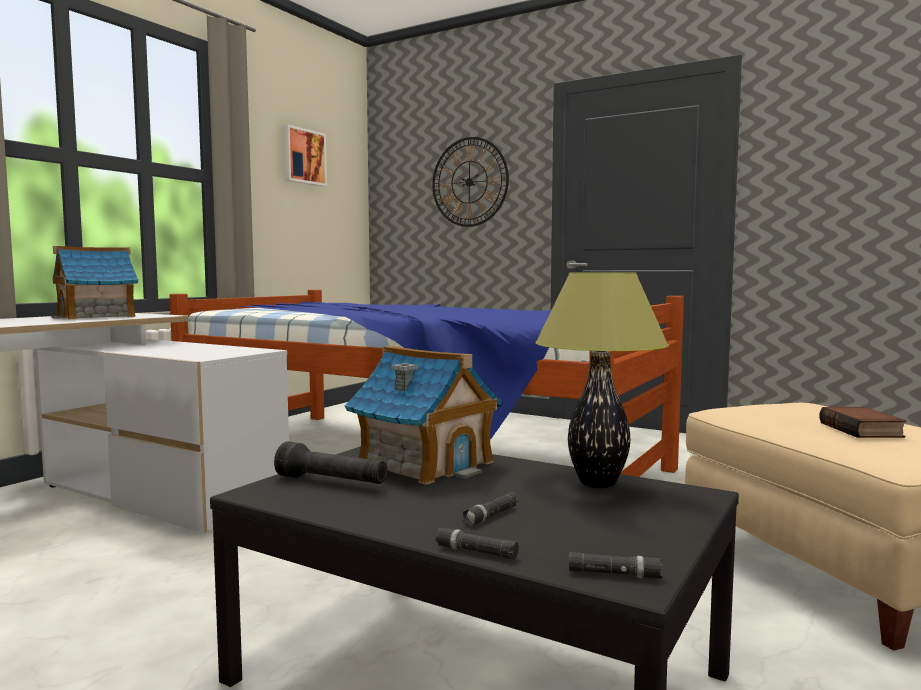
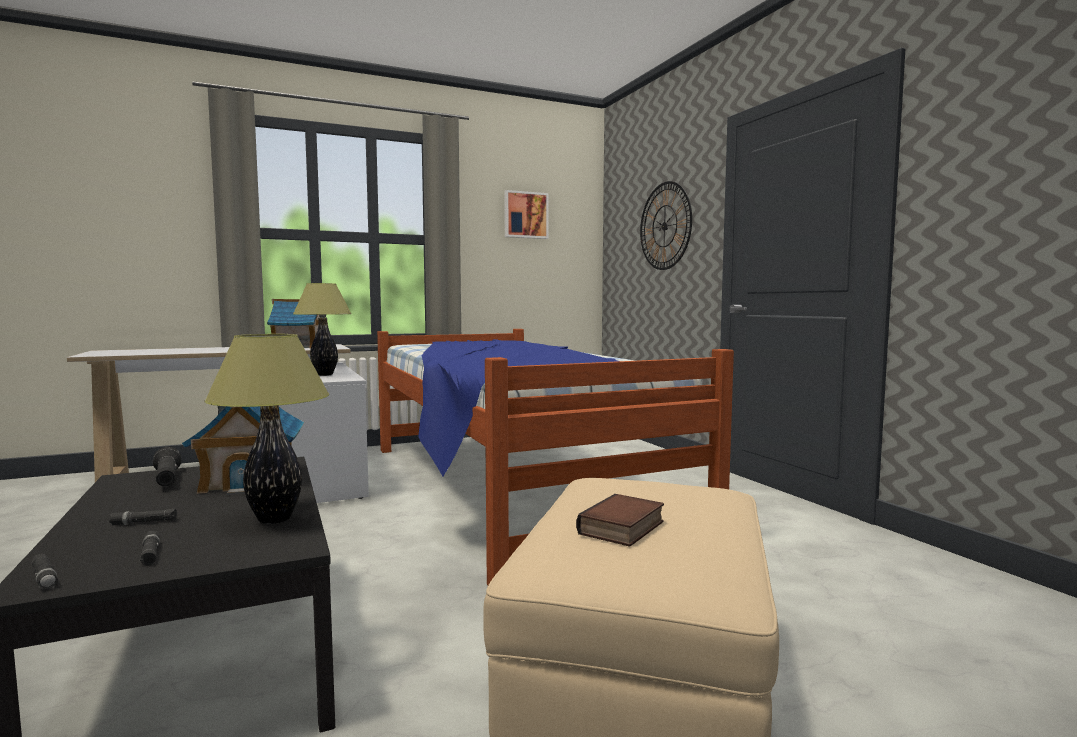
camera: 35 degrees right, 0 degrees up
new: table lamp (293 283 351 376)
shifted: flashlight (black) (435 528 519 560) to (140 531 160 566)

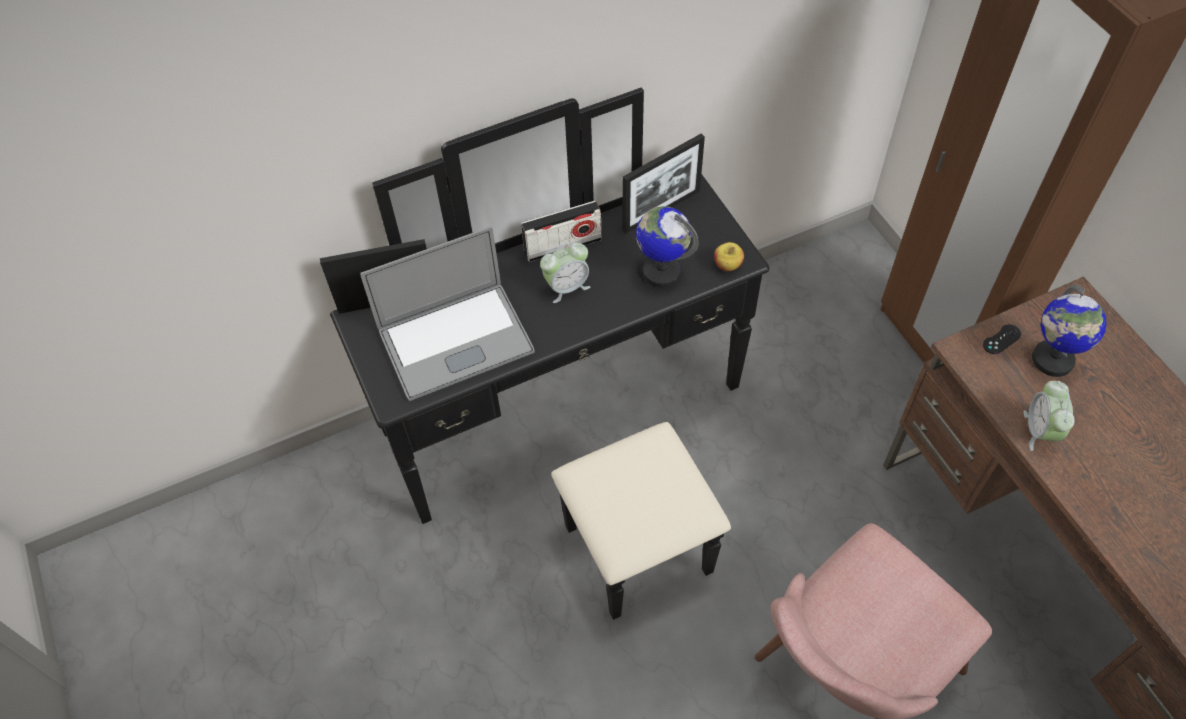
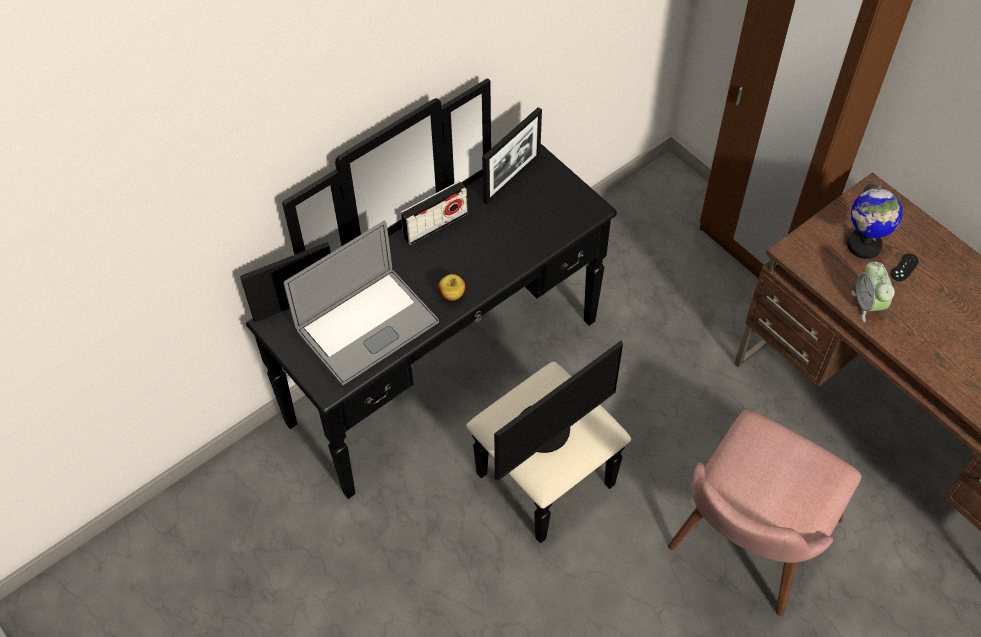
camera: 15 degrees left, 0 degrees up
gone: alarm clock (540 242 590 303); globe (636 206 699 287)
new: monitor (494 340 623 480)
shifted: apple (714 242 744 271) to (438 274 465 301); game controller (black) (983 324 1021 354) to (891 253 919 281)

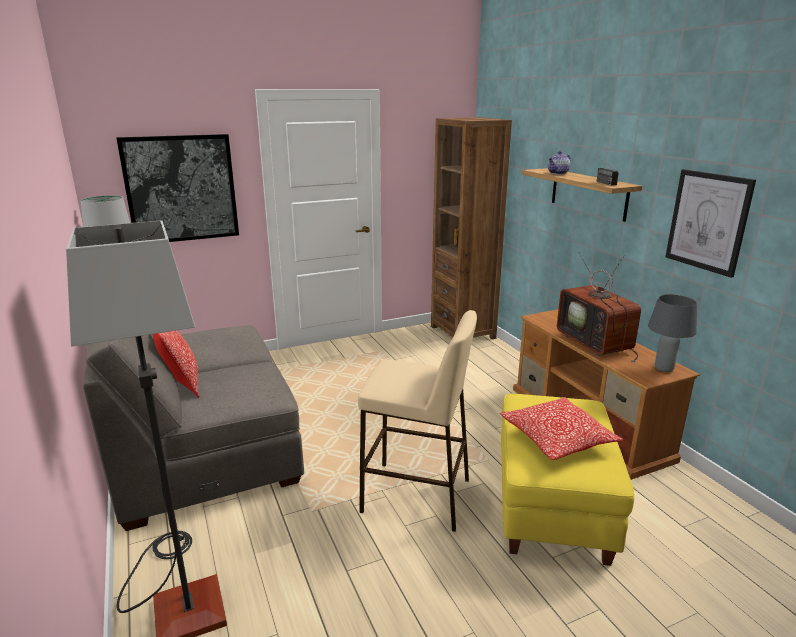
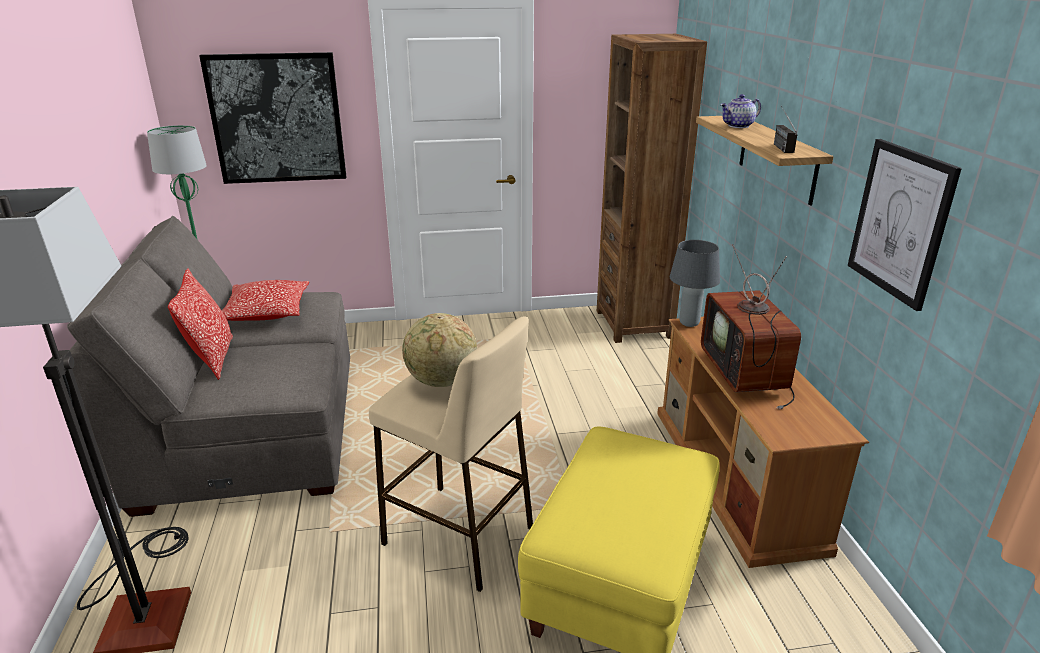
camera: 15 degrees right, 5 degrees up
new: globe (402 313 477 387)
shifted: pillow (500 397 623 460) to (222 280 309 321); table lamp (grey) (648 294 697 372) to (670 240 720 327)

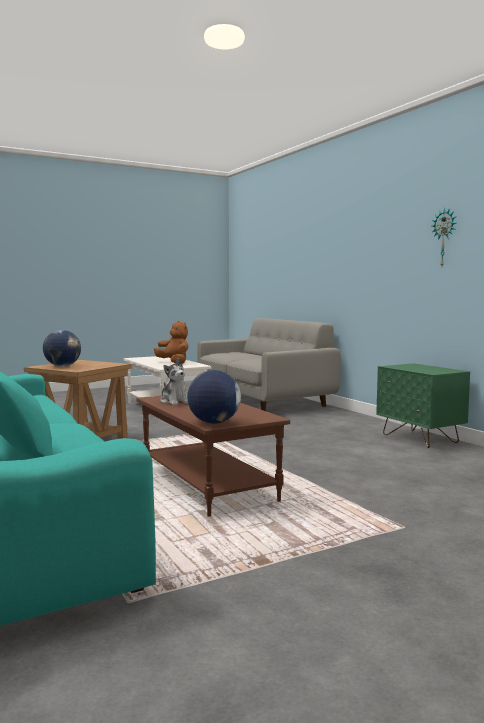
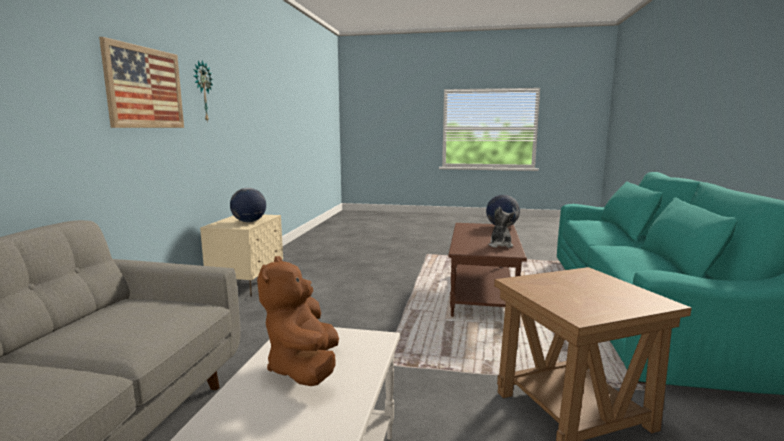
camera: 140 degrees left, 5 degrees up
new: picture (99 37 184 128)
shifted: globe (43 330 81 367) to (230 188 266 222)
repainted: nightstand (green) (376 363 470 448) to nightstand (beige) (200 215 283 297)

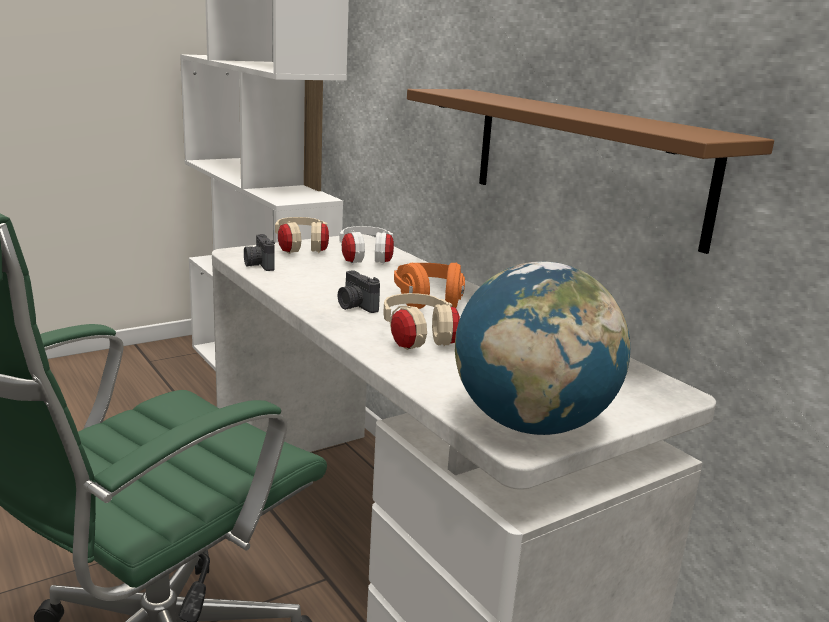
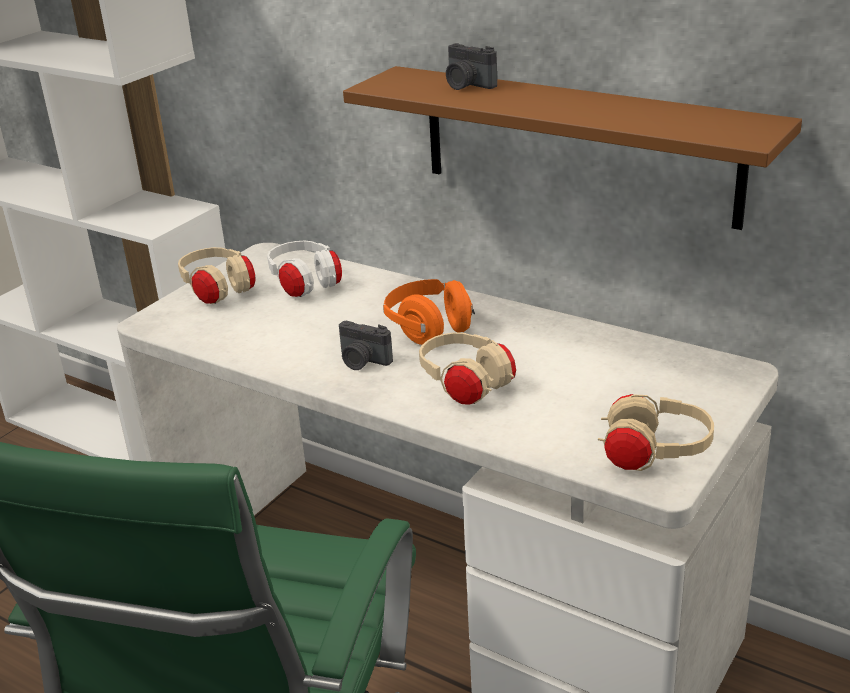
camera: 20 degrees left, 10 degrees up
shifted: photo camera (244 234 275 271) to (446 43 497 90)
swapped: globe (455 261 630 435) to headphones (beige) (598 394 714 471)

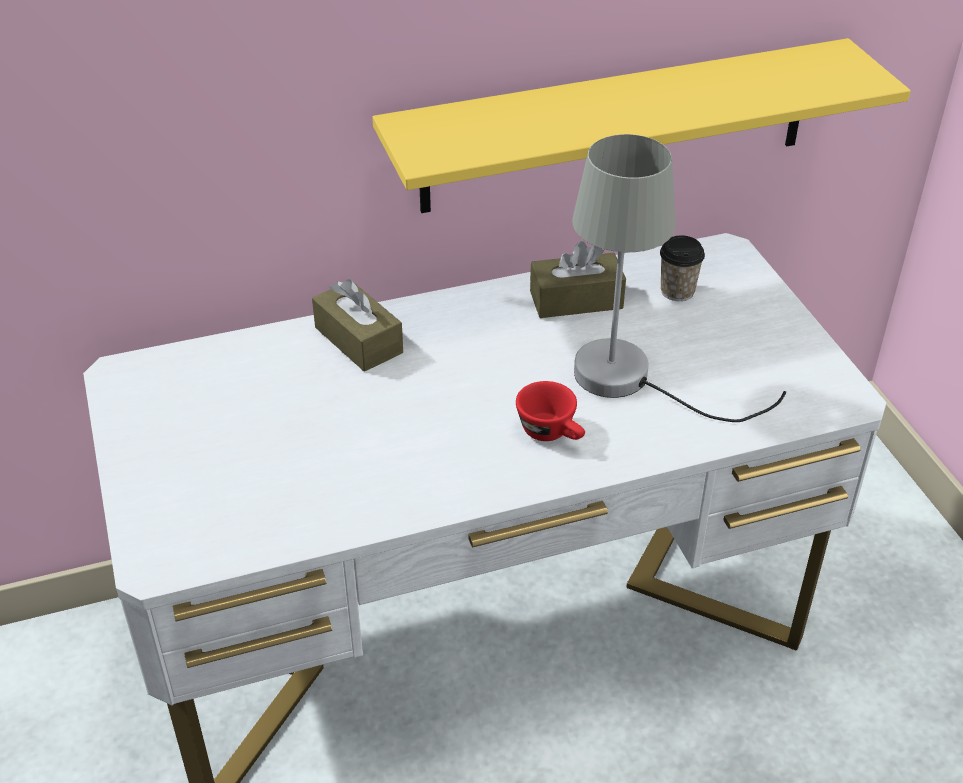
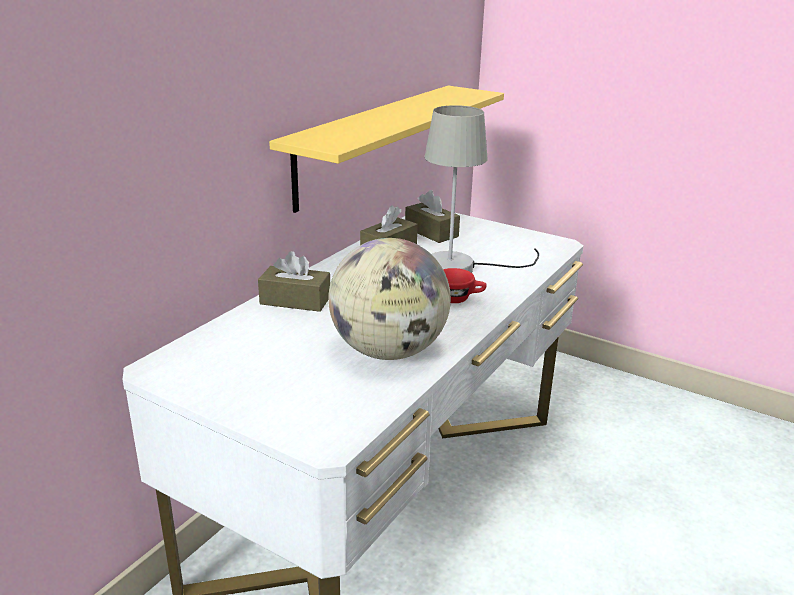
camera: 40 degrees left, 15 degrees down
new: globe (328 238 451 360)
swapped: cup (660 235 705 301) to tissue box (brown) (405 190 460 243)

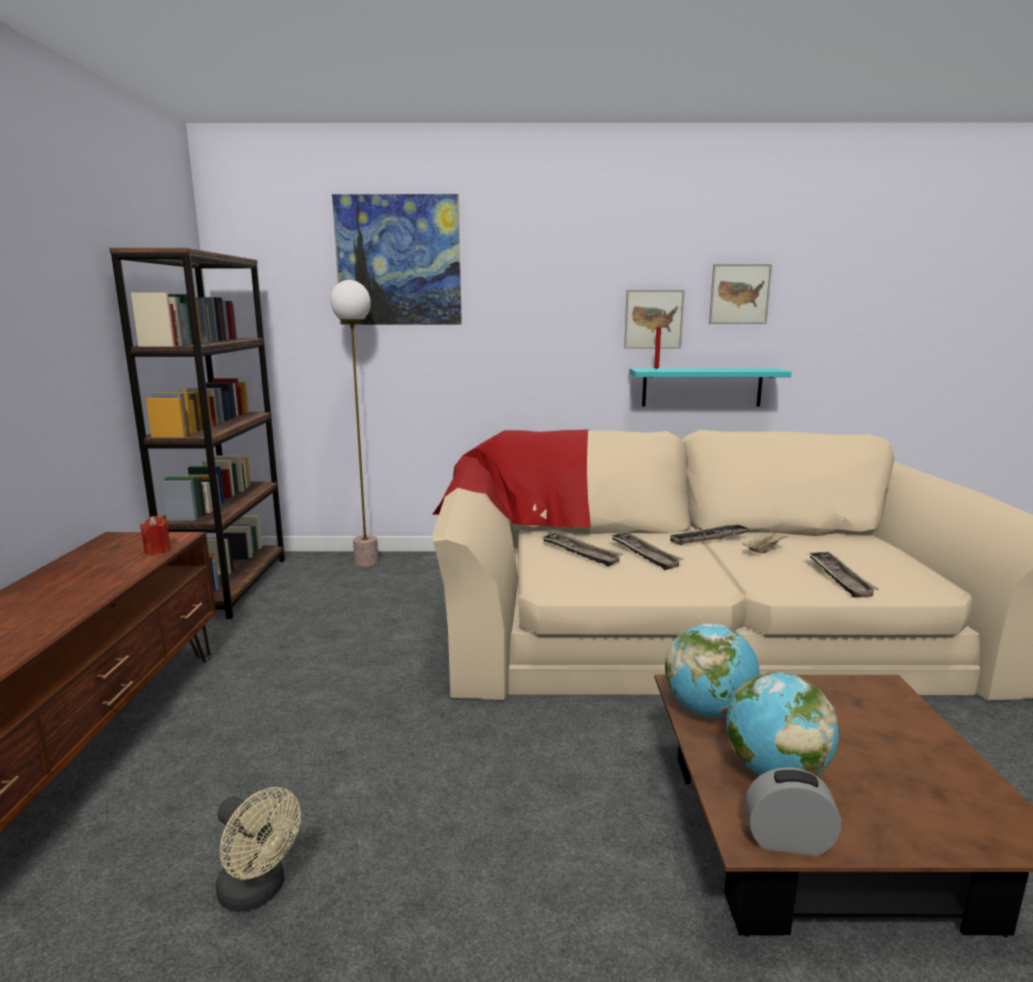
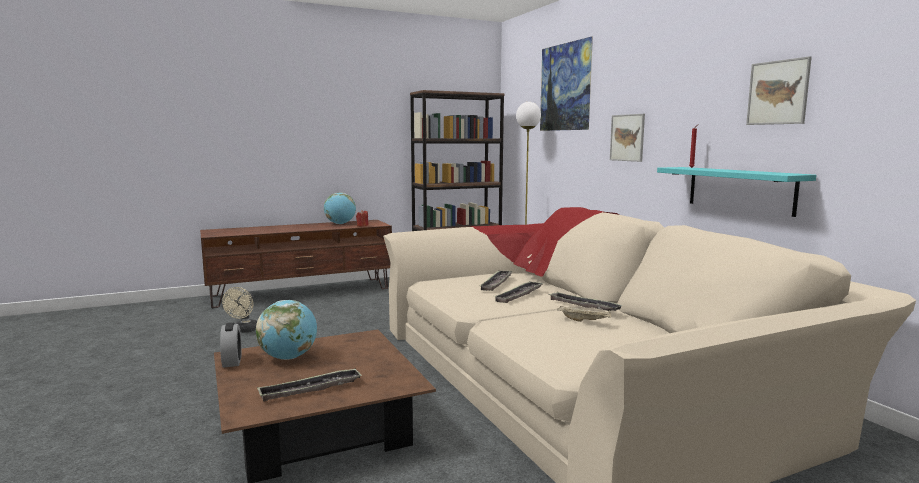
camera: 65 degrees right, 5 degrees down
shifted: picture (624 290 685 349) to (610 114 645 162); globe (665 623 760 717) to (324 192 356 224); tray (806 551 879 598) to (257 368 362 401)

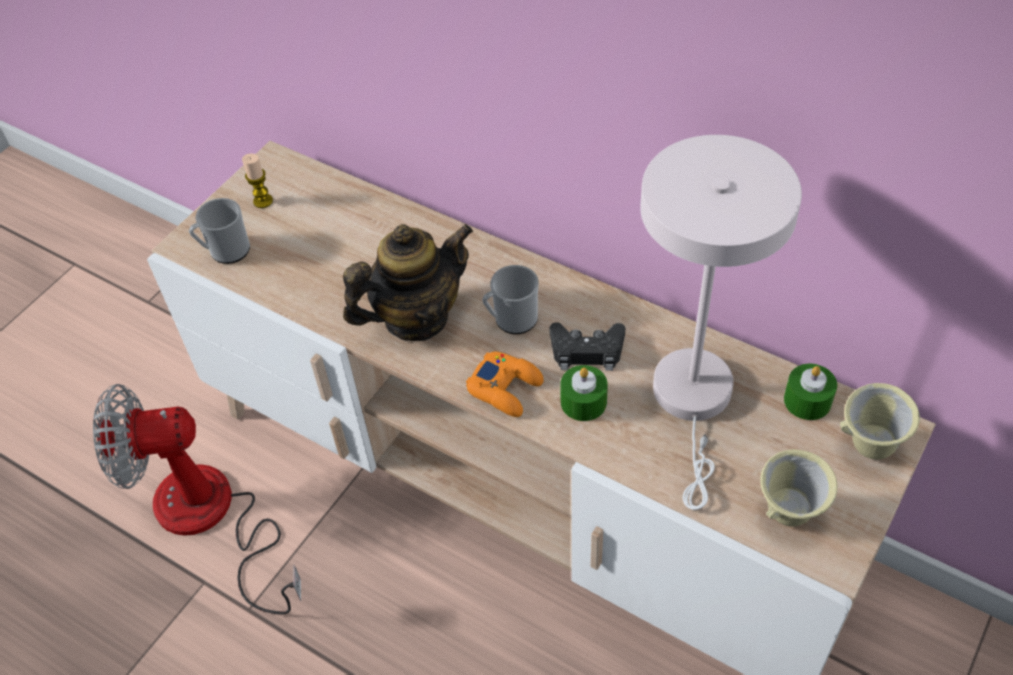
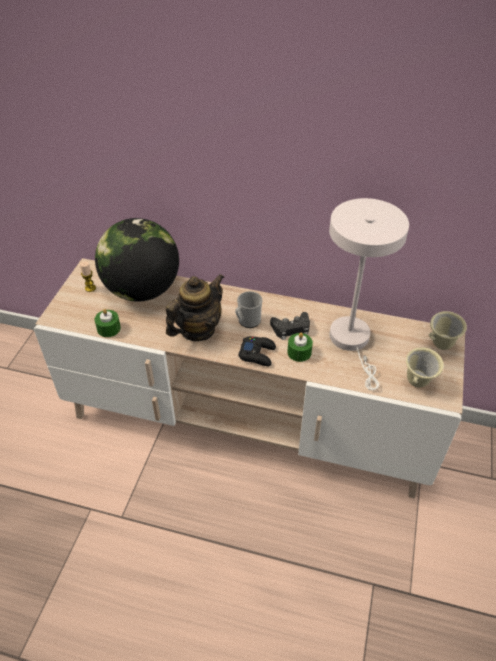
camera: 20 degrees left, 5 degrees down
gone: fan (93 384 301 615); mug (189 198 250 264)
new: globe (95 218 179 302)
shifted: candle (green) (784 364 837 420) to (94 309 121 337)
repainted: game controller (orange) (466 351 544 417) to game controller (black) (238 336 276 366)

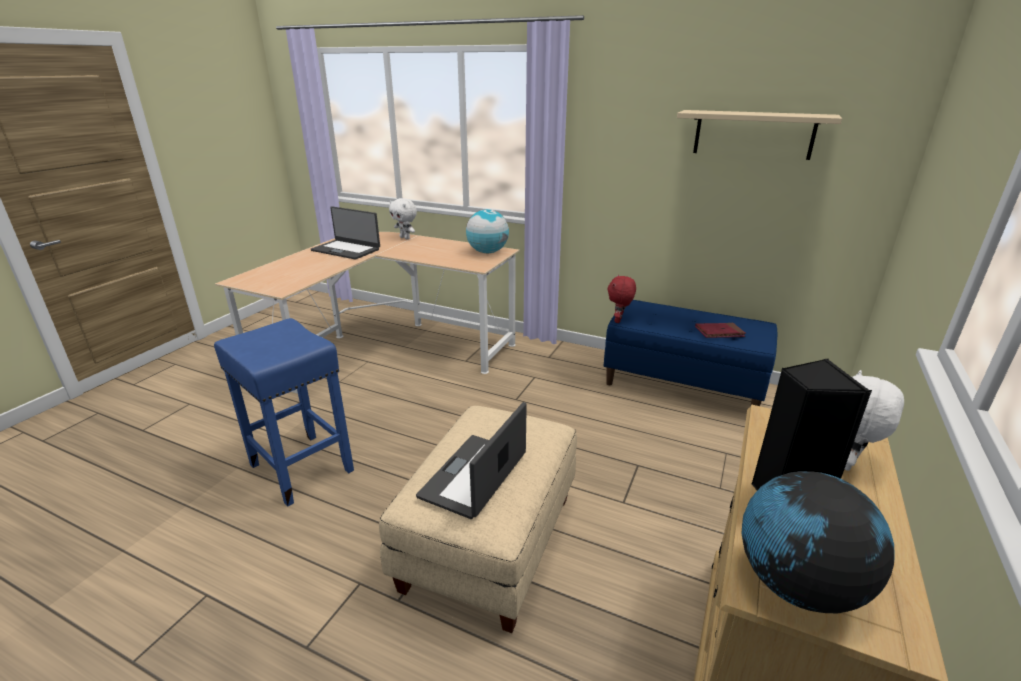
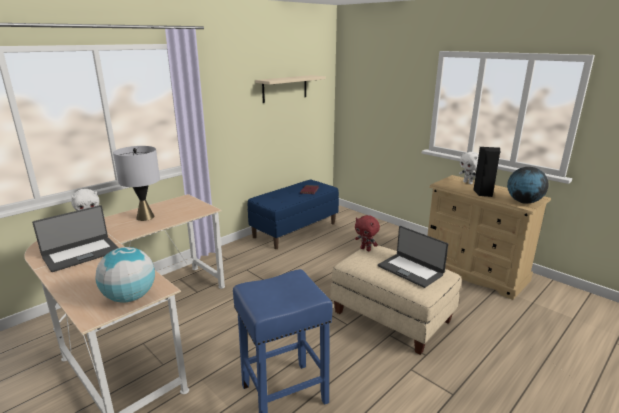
camera: 70 degrees left, 5 degrees down
new: table lamp (grey) (113 146 160 221)
shifted: globe (466 209 509 253) to (95 247 155 303); plush toy (red) (608 274 636 323) to (355 215 380 251)

